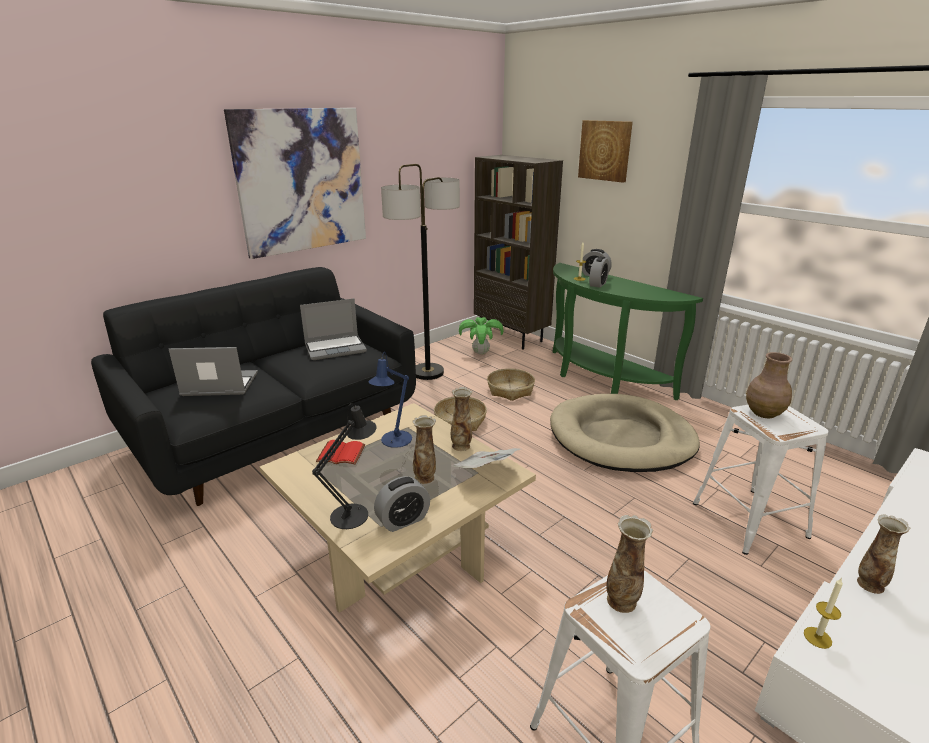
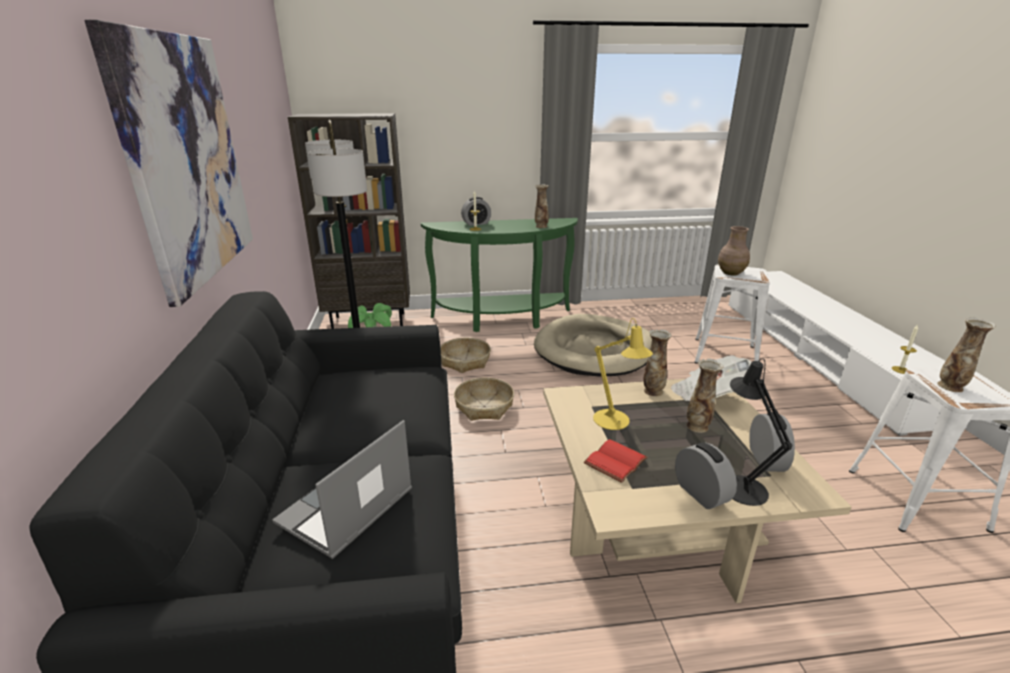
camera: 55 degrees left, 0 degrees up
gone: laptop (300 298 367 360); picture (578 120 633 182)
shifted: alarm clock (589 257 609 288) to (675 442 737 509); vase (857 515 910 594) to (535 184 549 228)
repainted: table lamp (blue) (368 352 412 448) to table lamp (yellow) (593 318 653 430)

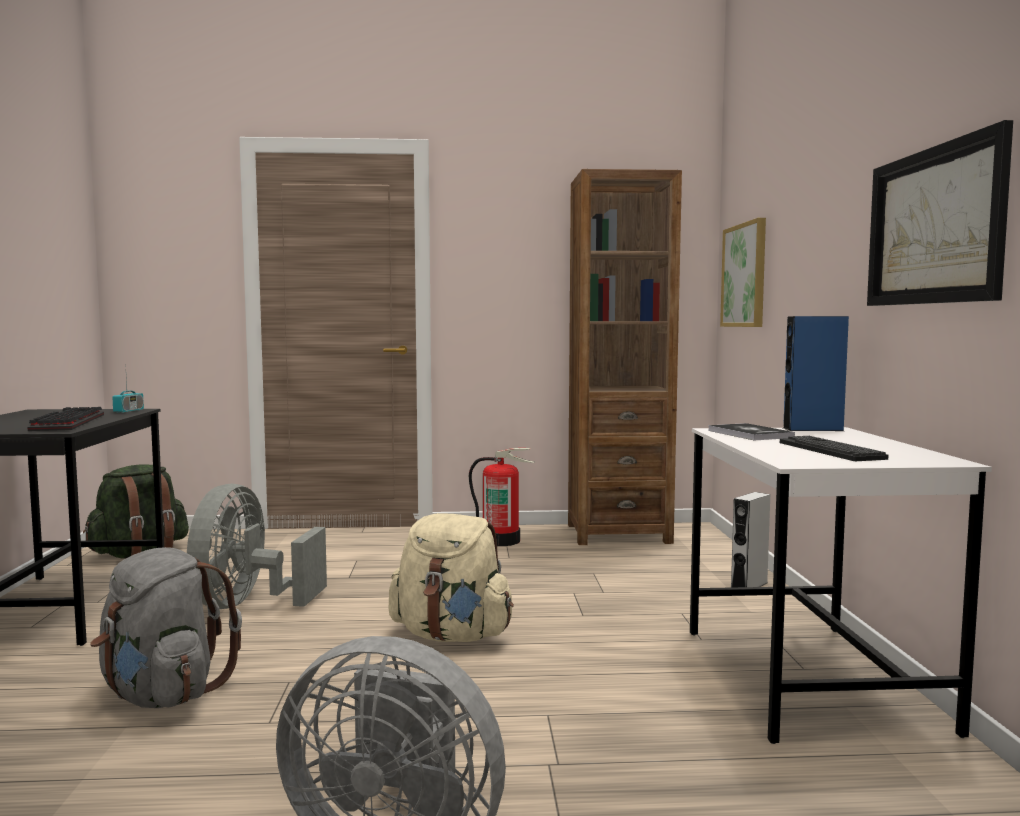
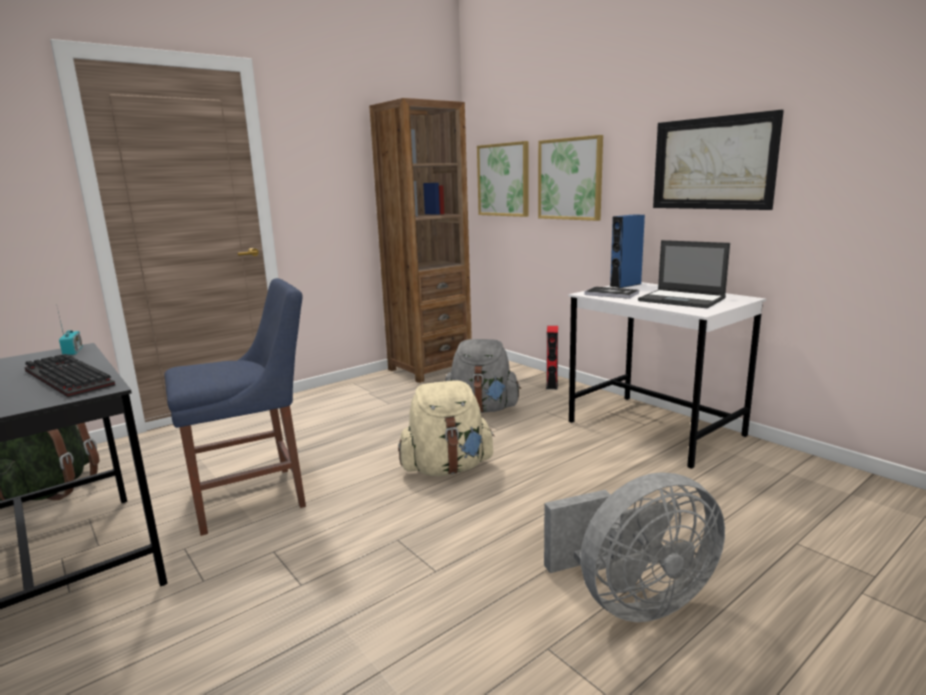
camera: 35 degrees left, 10 degrees up
gone: fire extinguisher (469 448 534 546)
new: picture (538 135 603 221)
shifted: backpack (grey) (90 547 242 708) to (445 339 521 413)
swapped: fan (grey) (187 484 327 609) to chair (blue) (164 278 306 536); keyboard (780 436 888 461) to laptop (638 240 730 309)
repainted: speaker (grey) (731 492 770 587) to speaker (red) (546 326 558 390)

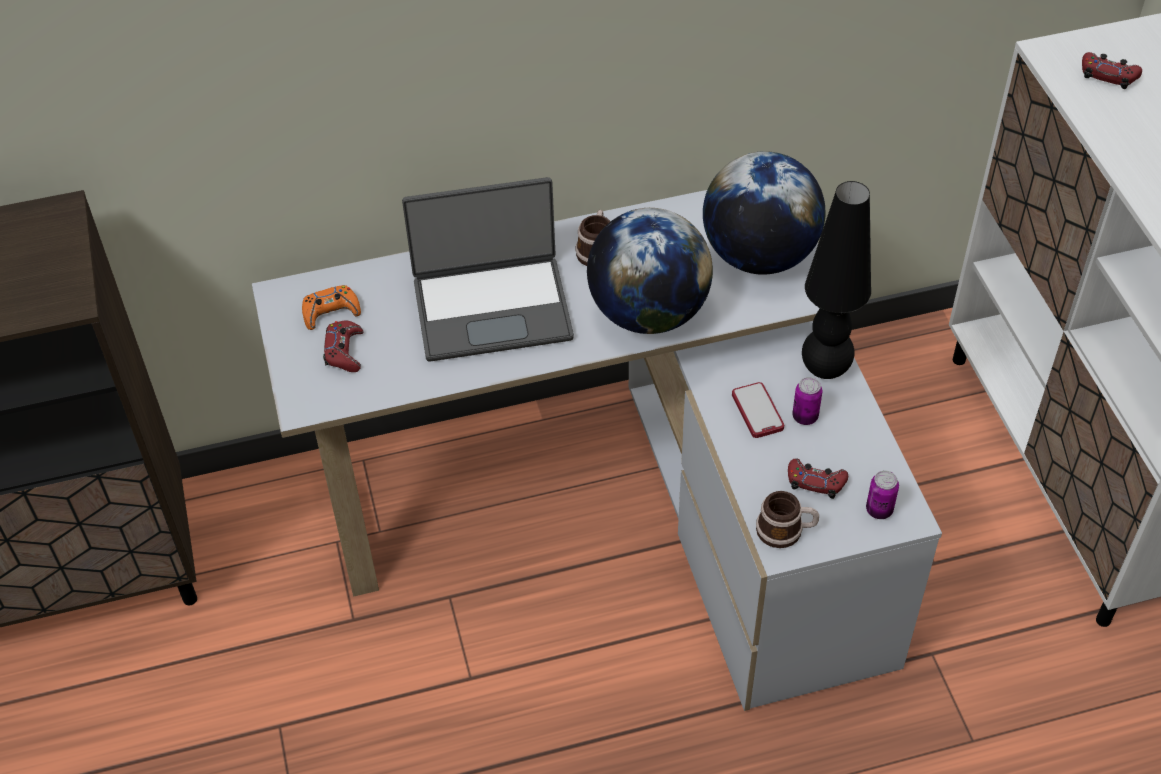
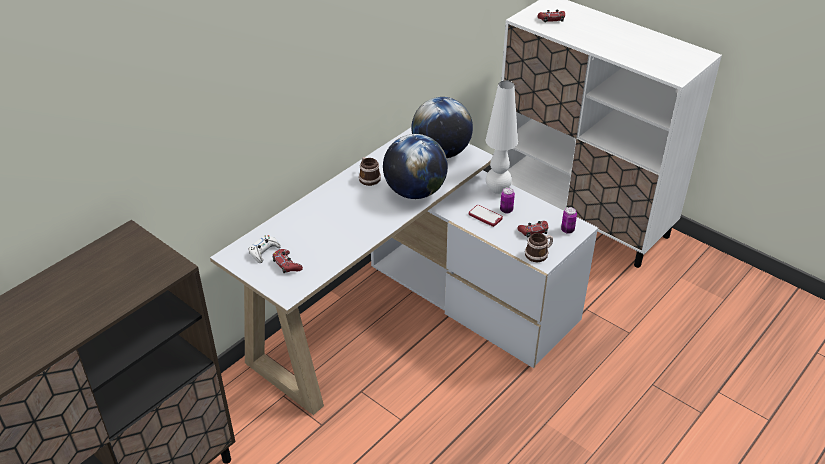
camera: 35 degrees left, 10 degrees down
gone: laptop (402 177 574 362)
repainted: game controller (orange) (302 285 361 330) to game controller (white) (248 235 281 263); table lamp (black) (802 181 871 379) to table lamp (white) (486 80 518 194)

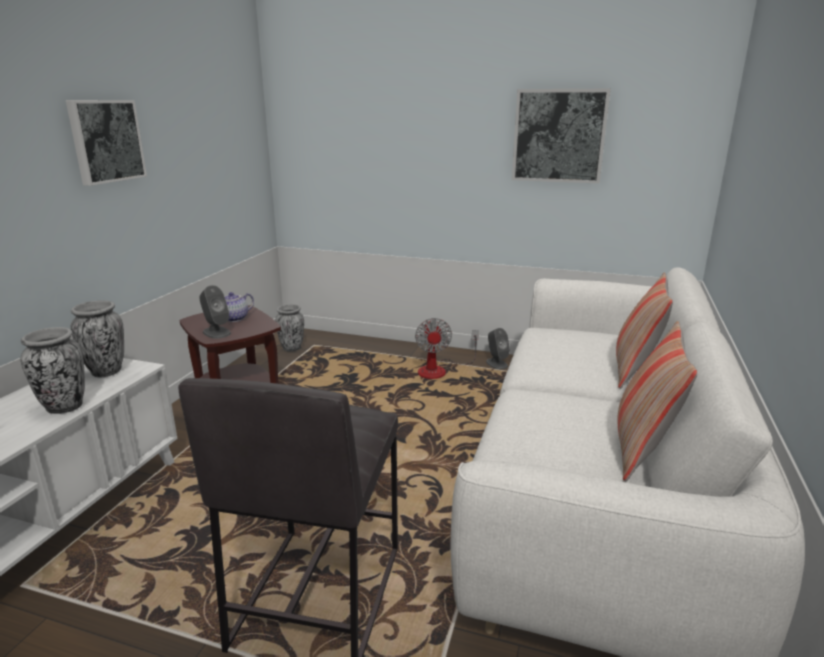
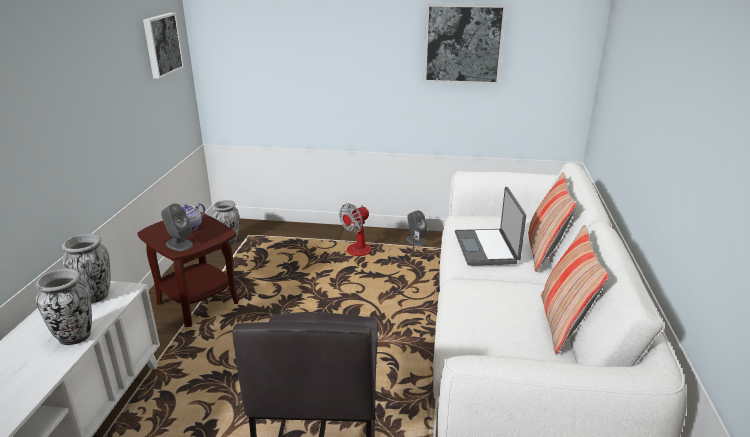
camera: 10 degrees left, 5 degrees up
new: laptop (455 187 526 266)
shifted: picture (66 100 147 186) to (143 13 184 79)
rotated: fan (415 318 479 379) = (339 203 420 257) 60 degrees clockwise

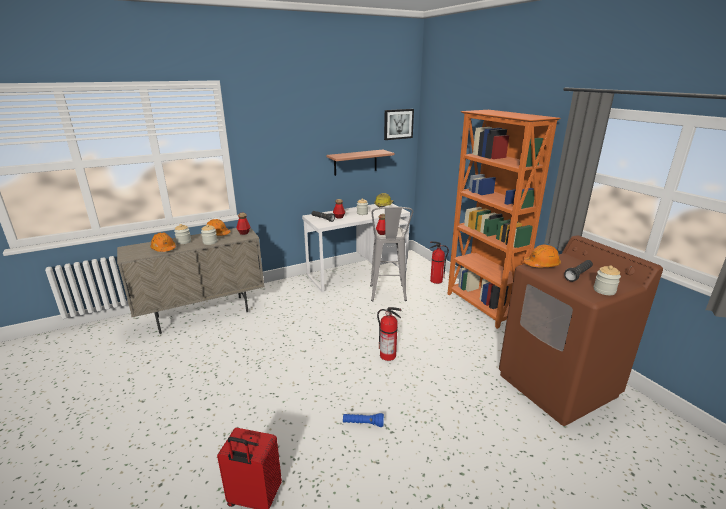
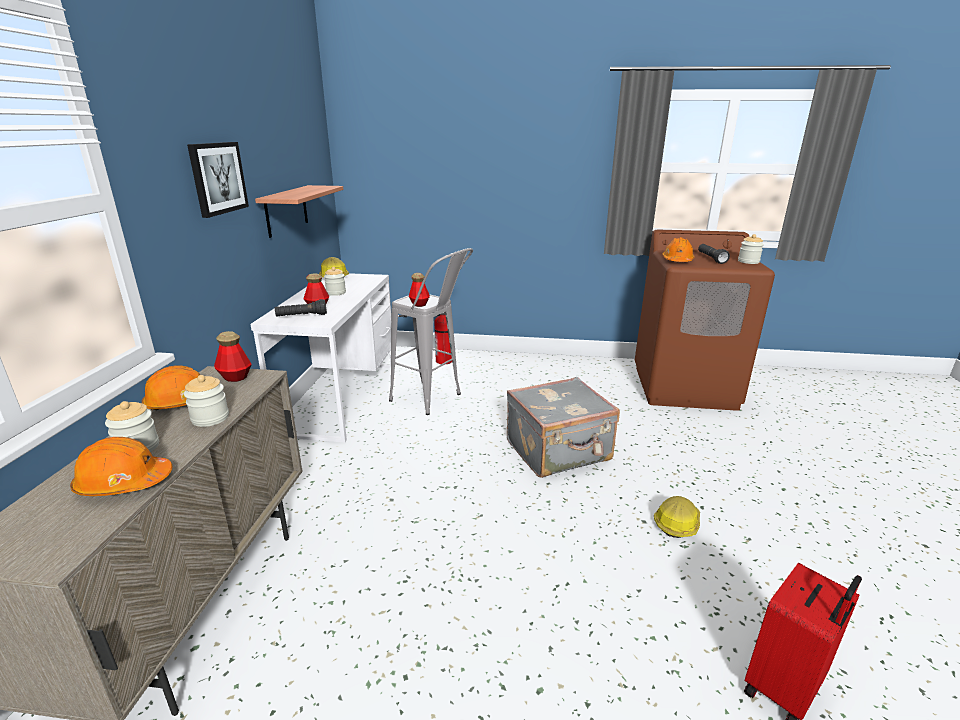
camera: 55 degrees left, 0 degrees up
gone: bookcase (orange) (448 110 561 329)
shifted: picture (384 109 414 140) to (187 142 249 218)
swapped: flashlight (blue) (343 413 384 427) to hard hat (654 496 700 538); fire extinguisher (377 307 402 361) to suitcase (grey) (507 377 620 478)

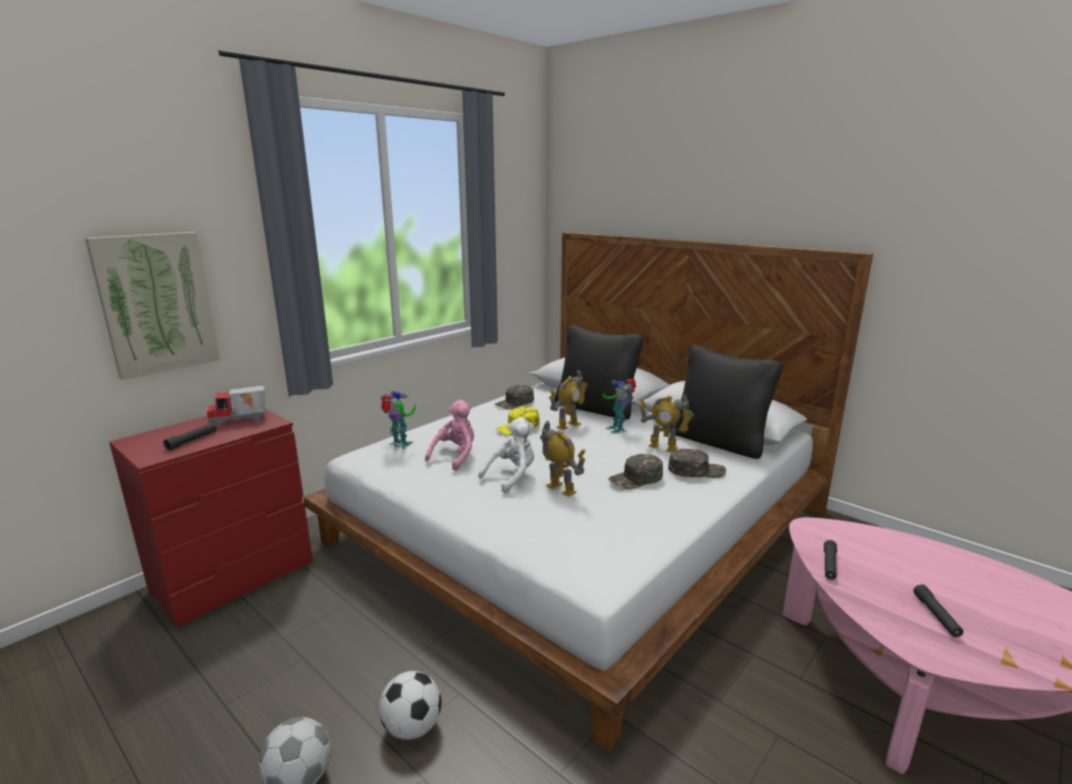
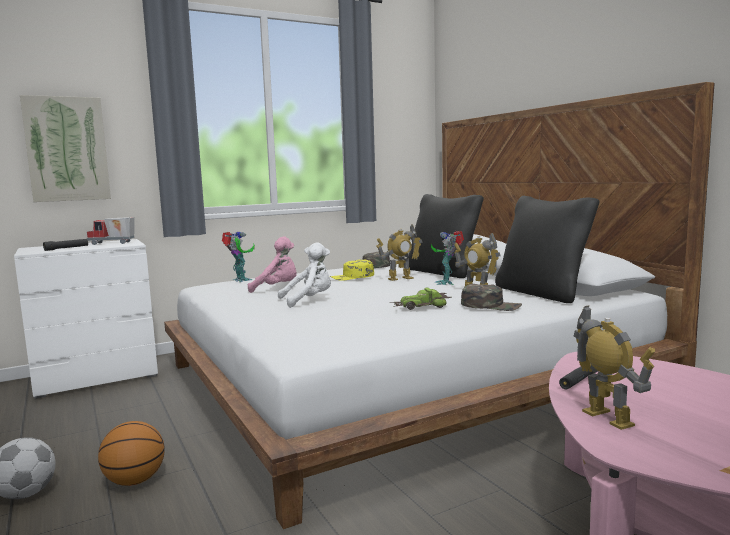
camera: 20 degrees right, 10 degrees down
gone: flashlight (black) (913 584 964 637)
shifted: toy robot (540 421 586 497) to (574 306 655 430)
swapped: football (379 671 441 740) to basketball (98 421 165 486); cap (green) (608 454 663 490) to toy car (390 288 451 310)
repainted: dresser (red) (109 409 313 627) to dresser (white) (14 239 158 399)
rotated: plush toy (pink) (425 400 474 471) = (248 236 297 293) 45 degrees clockwise

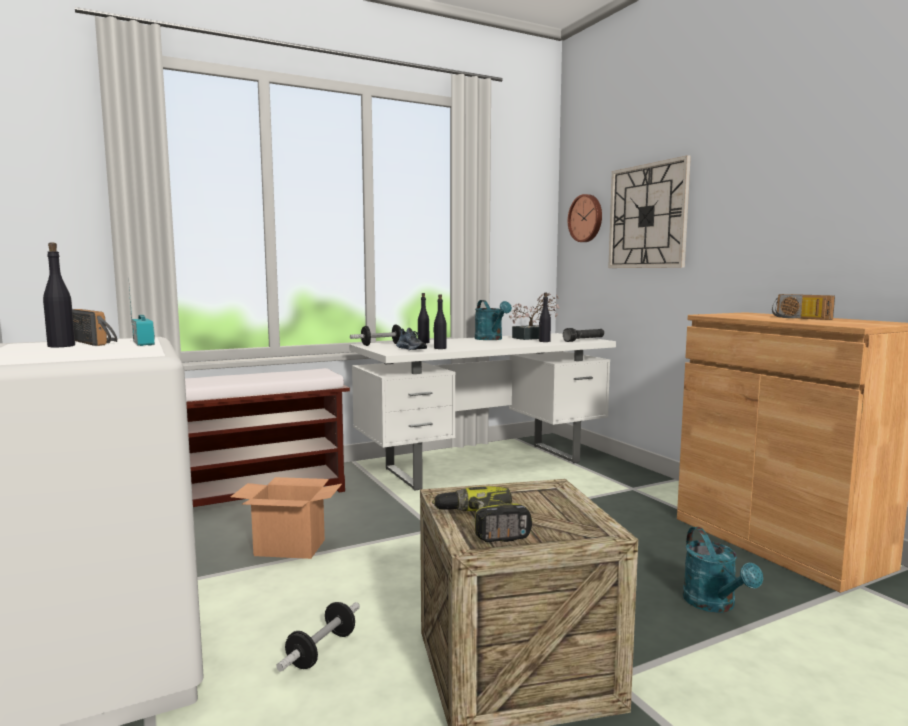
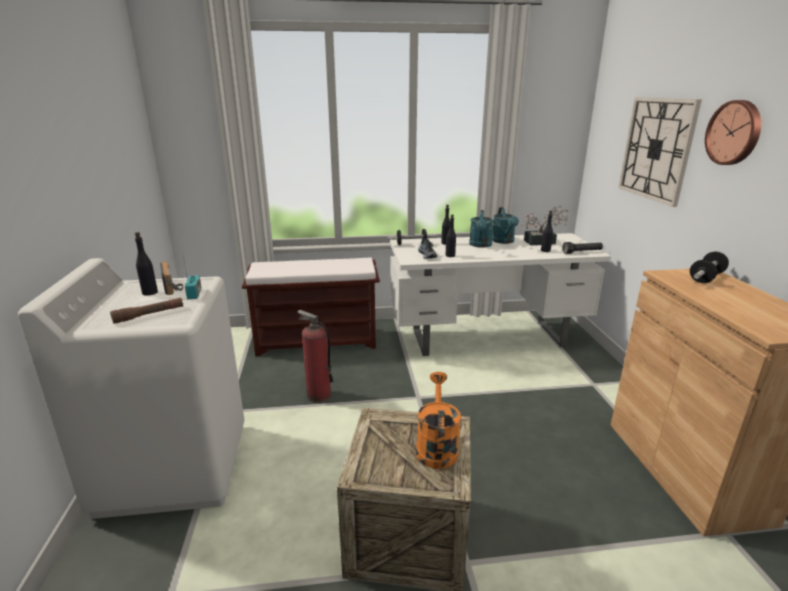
camera: 20 degrees right, 15 degrees up
gone: power drill (432 486 532 542); radio (772 294 835 320)
new: flashlight (brown) (110 298 183 324); watering can (orange) (416 372 461 469)
shifted: dumbbell (276 602 360 672) to (690 252 729 283); wall clock (568 194 602 242) to (705 100 761 165); watering can (turquoise) (683 527 763 613) to (469 210 493 248)
swapped: cardboard box (231 477 342 559) to fire extinguisher (297 310 334 402)

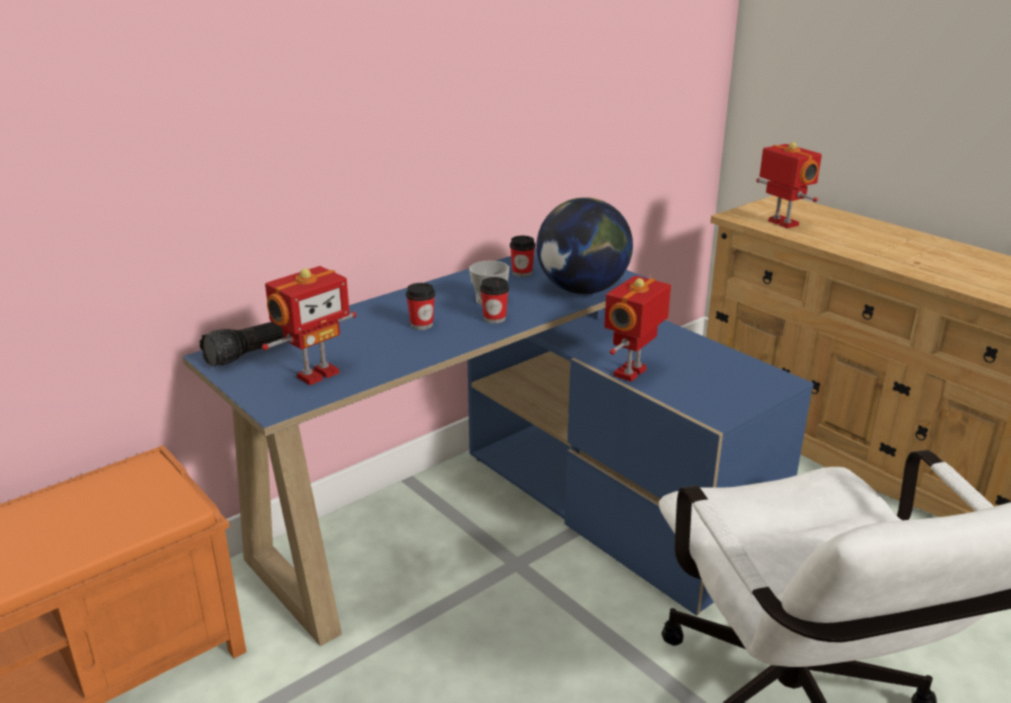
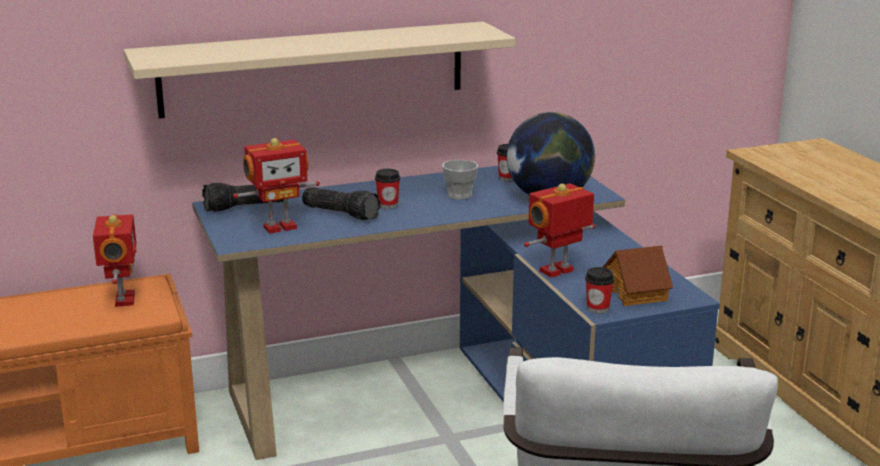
camera: 20 degrees right, 5 degrees down
new: shelf (beige) (124 22 516 119); flashlight (302 187 381 220); toy house (603 246 673 306)
shifted: cup (480 277 509 324) to (585 267 614 314); toy robot (756 142 822 228) to (93 214 137 307)

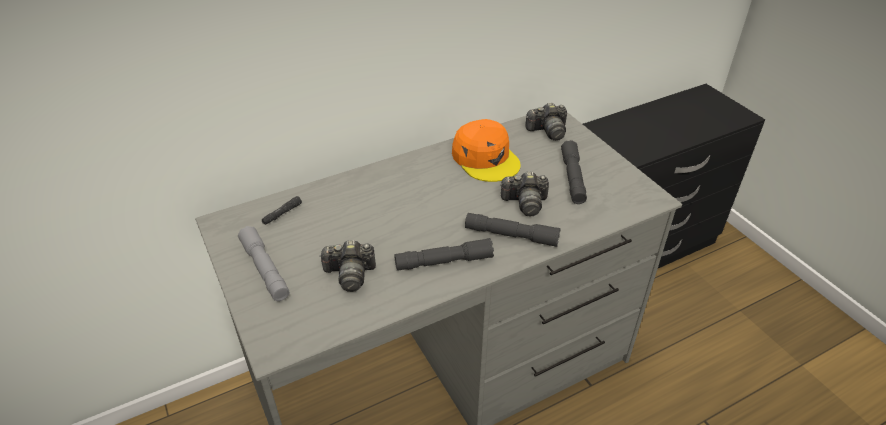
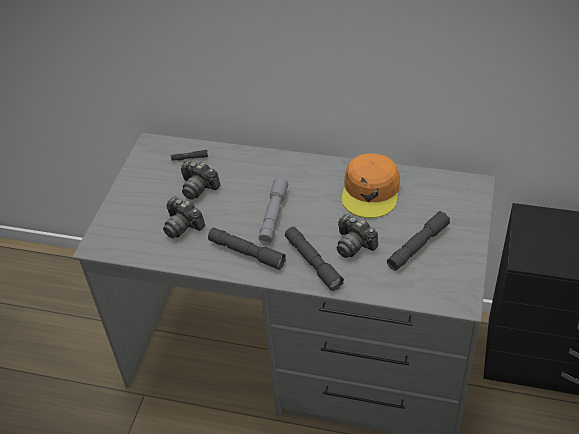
camera: 45 degrees right, 5 degrees up
shifted: flashlight (grey) (238 226 289 301) to (259 177 288 244); photo camera (525 102 567 141) to (181 161 220 200)

